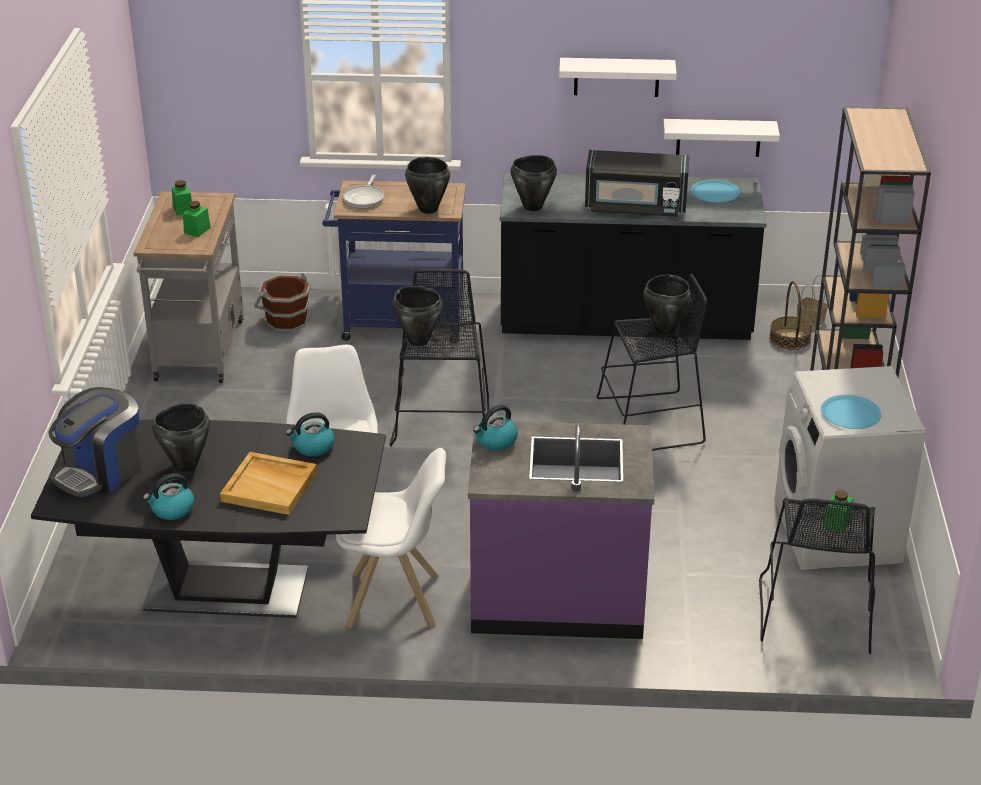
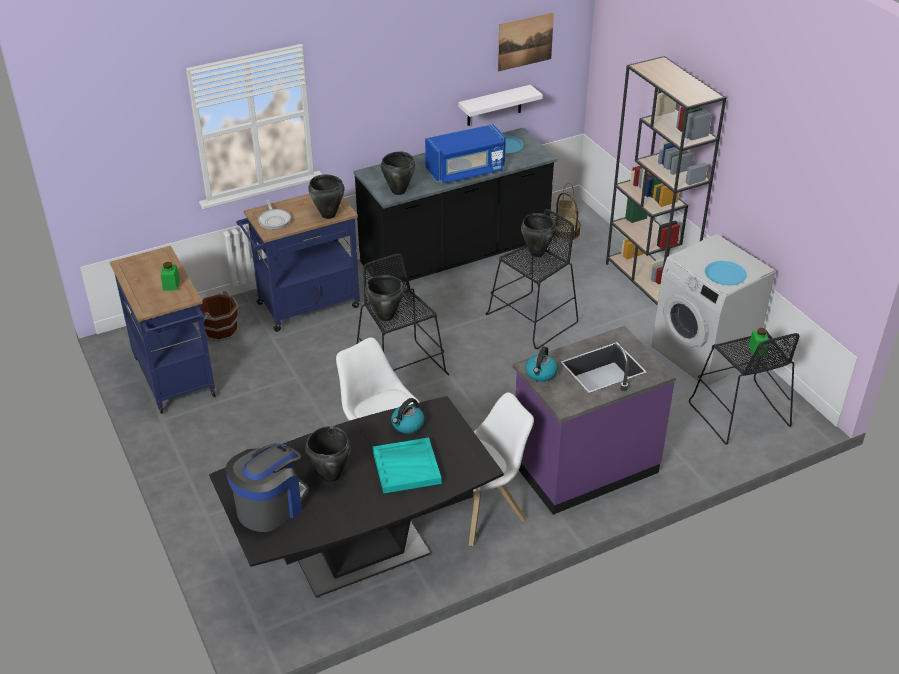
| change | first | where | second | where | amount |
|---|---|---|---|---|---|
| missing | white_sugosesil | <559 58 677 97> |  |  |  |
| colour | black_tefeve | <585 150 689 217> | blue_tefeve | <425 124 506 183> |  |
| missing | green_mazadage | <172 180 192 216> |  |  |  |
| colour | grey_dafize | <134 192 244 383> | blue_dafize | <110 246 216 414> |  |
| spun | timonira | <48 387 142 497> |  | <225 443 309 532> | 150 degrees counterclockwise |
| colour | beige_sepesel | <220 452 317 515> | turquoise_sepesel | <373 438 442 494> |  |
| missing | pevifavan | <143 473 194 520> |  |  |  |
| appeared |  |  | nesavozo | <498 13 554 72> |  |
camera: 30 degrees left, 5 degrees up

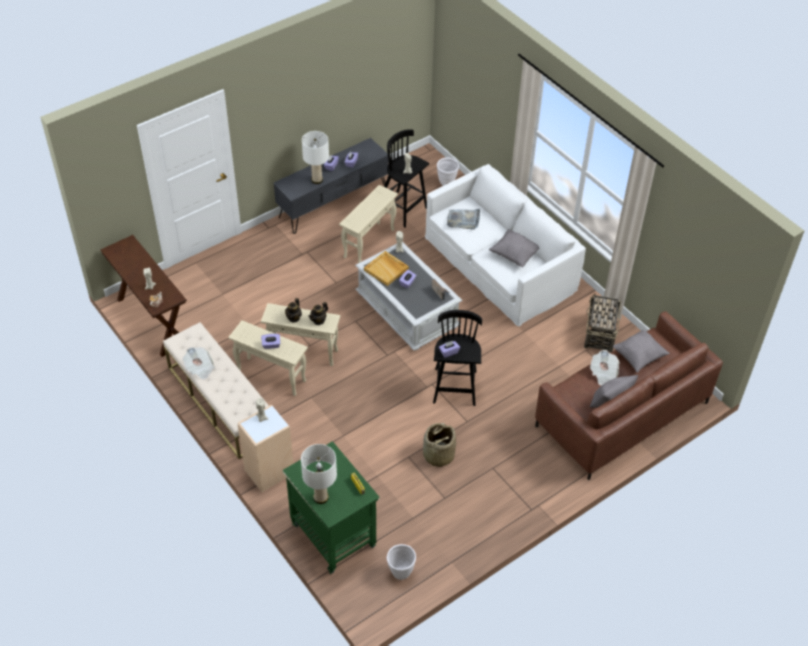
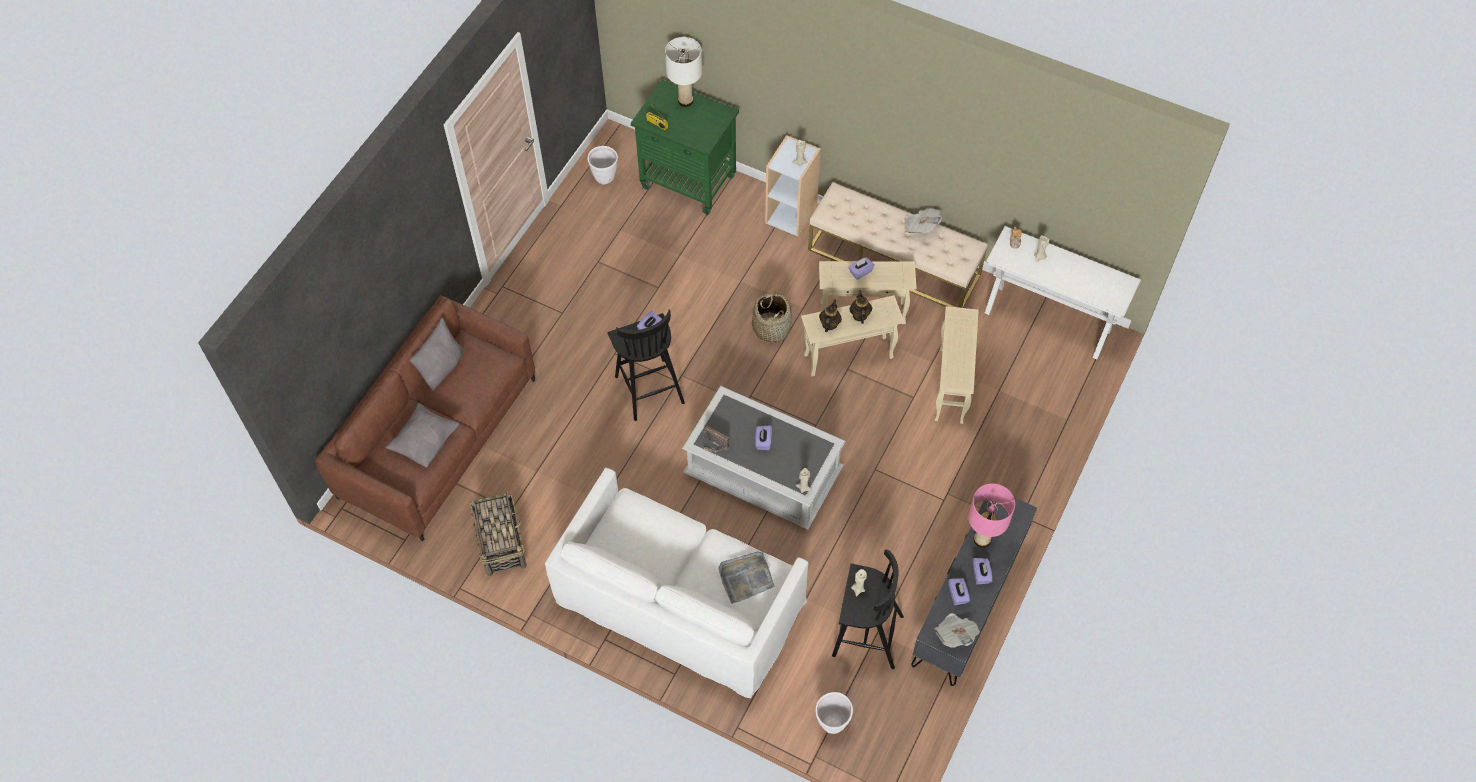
| change | first | where | second | where | amount |
|---|---|---|---|---|---|
| colour | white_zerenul | <302 131 329 184> | pink_zerenul | <968 483 1015 548> |  |
| relocated | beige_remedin | <339 185 398 263> |  | <935 306 979 424> |  |
| missing | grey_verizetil | <489 229 539 268> |  |  |  |
| colour | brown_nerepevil | <100 235 187 357> | white_nerepevil | <985 226 1141 359> |  |
| missing | beige_sepesel | <364 251 409 286> |  |  |  |
| relocated | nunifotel | <590 350 620 386> |  | <934 613 980 648> |  |
| relocated | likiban | <423 423 456 467> |  | <752 293 792 344> |  |
camera: 155 degrees right, 10 degrees up

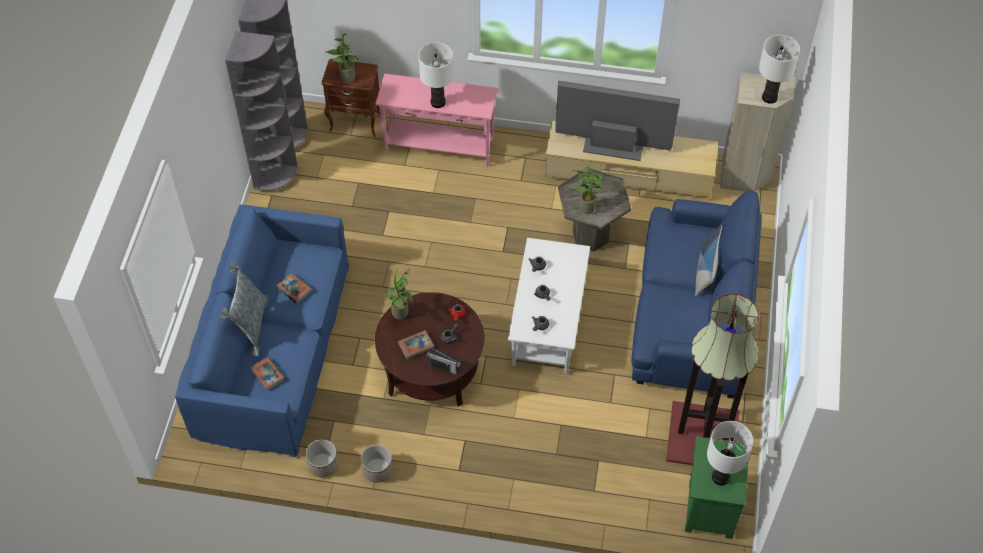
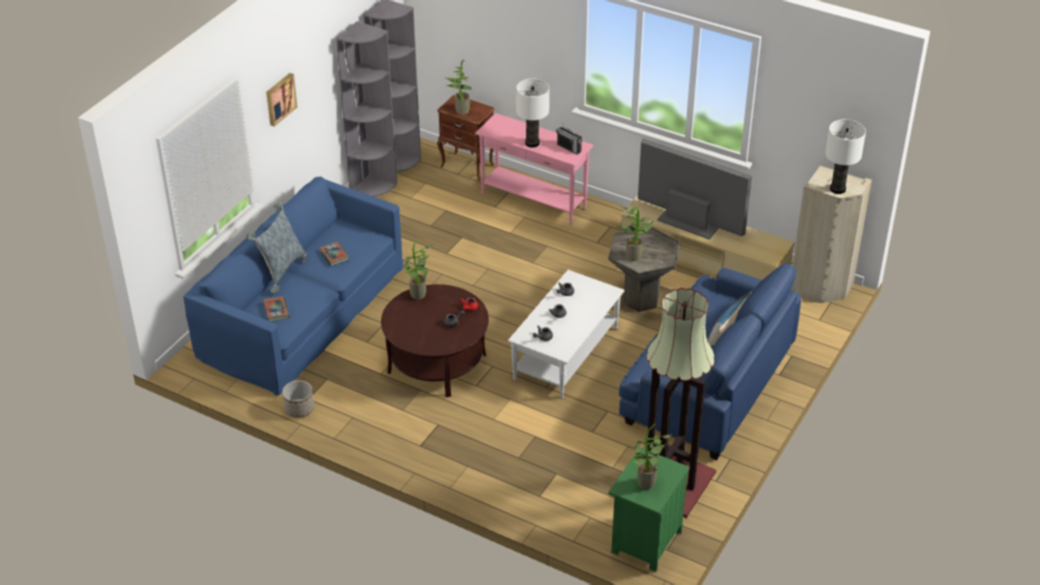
| change | first | where | second | where | amount |
|---|---|---|---|---|---|
| missing | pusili | <398 330 434 359> |  |  |  |
| relocated | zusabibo | <426 348 461 375> |  | <556 122 582 154> |  |
| exchanged | white_zerenul | <707 421 753 485> | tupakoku | <634 424 672 489> |  |
| missing | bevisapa | <361 445 393 483> |  |  |  |
| appeared |  |  | nesavozo | <266 73 297 127> |  |
camera: 20 degrees right, 15 degrees down

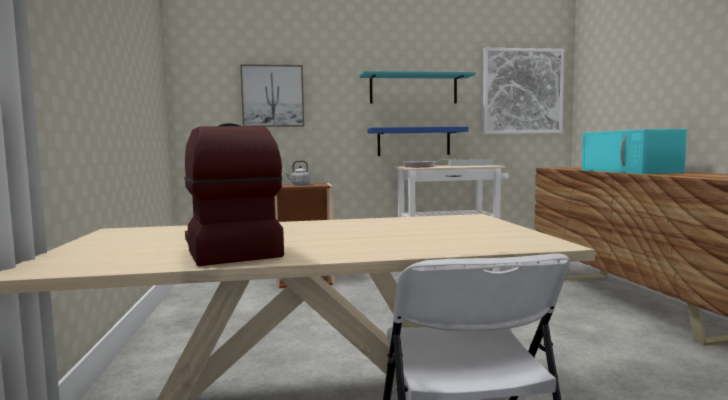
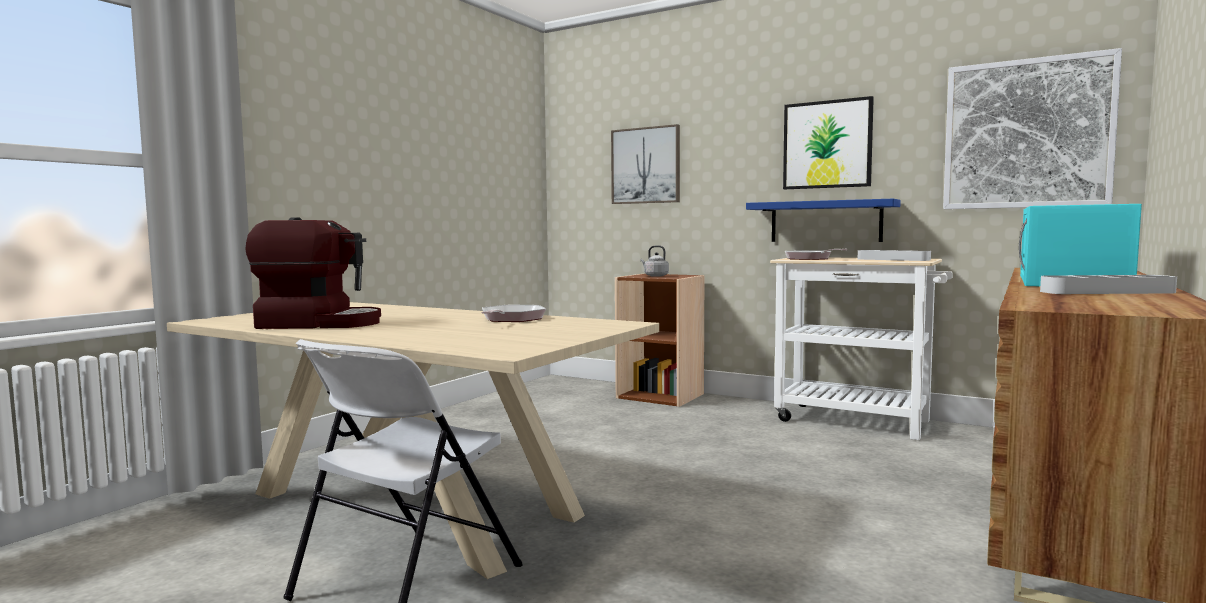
| change | first | where | second | where | amount |
|---|---|---|---|---|---|
| exchanged | turquoise_sugosesil | <359 71 476 104> | nesavozo | <783 96 874 189> |  |
| spun | timonira | <184 123 284 266> |  | <245 217 381 329> | 75 degrees clockwise |
| appeared |  |  | grey_sepesel | <1040 275 1177 294> |  |
| appeared |  |  | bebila | <481 305 546 322> |  |
camera: 40 degrees right, 0 degrees up

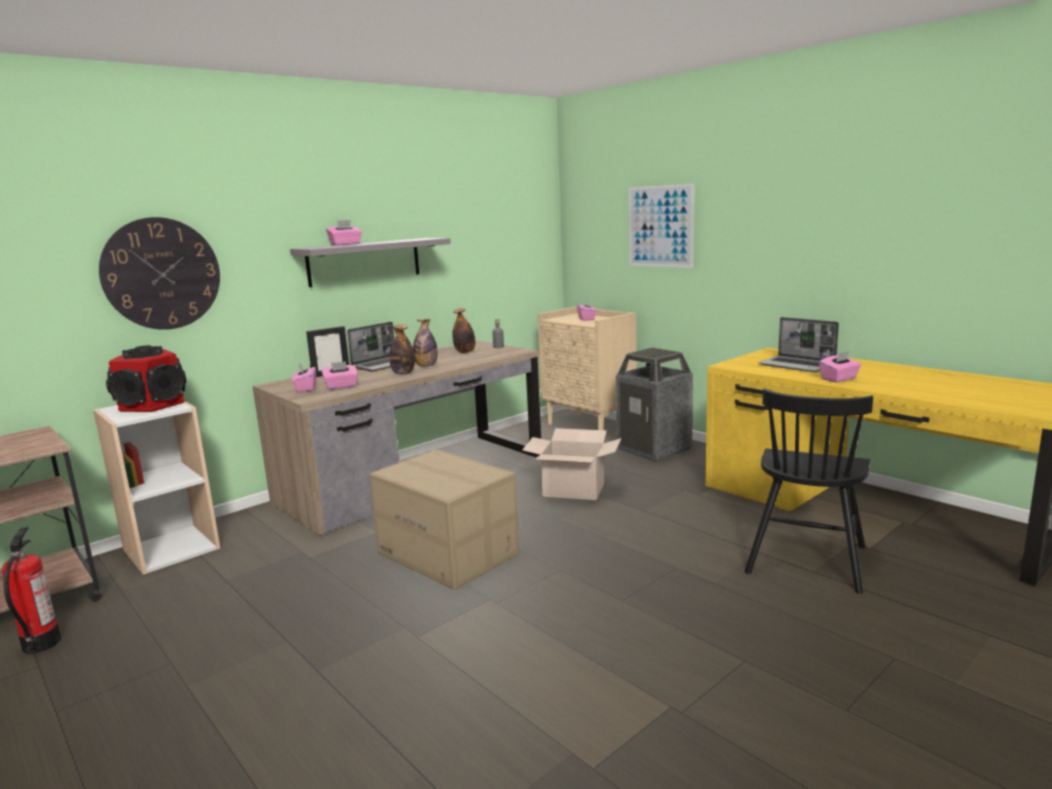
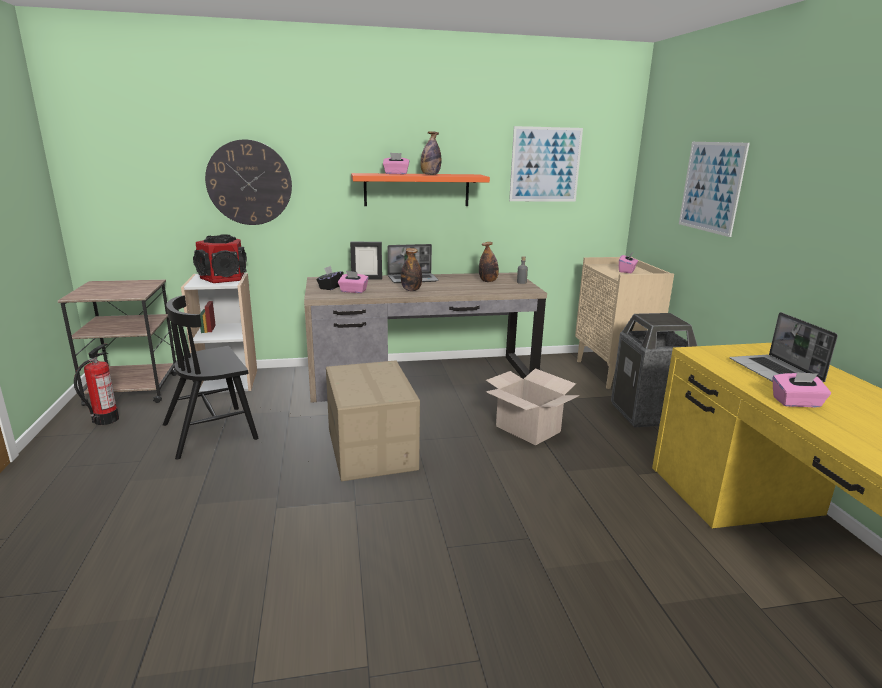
| change | first | where | second | where | amount |
|---|---|---|---|---|---|
| colour | grey_sugosesil | <290 238 451 287> | orange_sugosesil | <351 173 490 206> |  |
| relocated | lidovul | <413 319 438 367> |  | <420 131 441 175> |  |
| colour | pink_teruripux | <292 363 316 392> | black_teruripux | <317 266 344 290> |  |
| relocated | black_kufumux | <744 388 873 594> |  | <163 295 258 460> |  |
| appeared |  |  | nesavozo | <509 126 583 201> |  |
camera: 30 degrees right, 5 degrees up

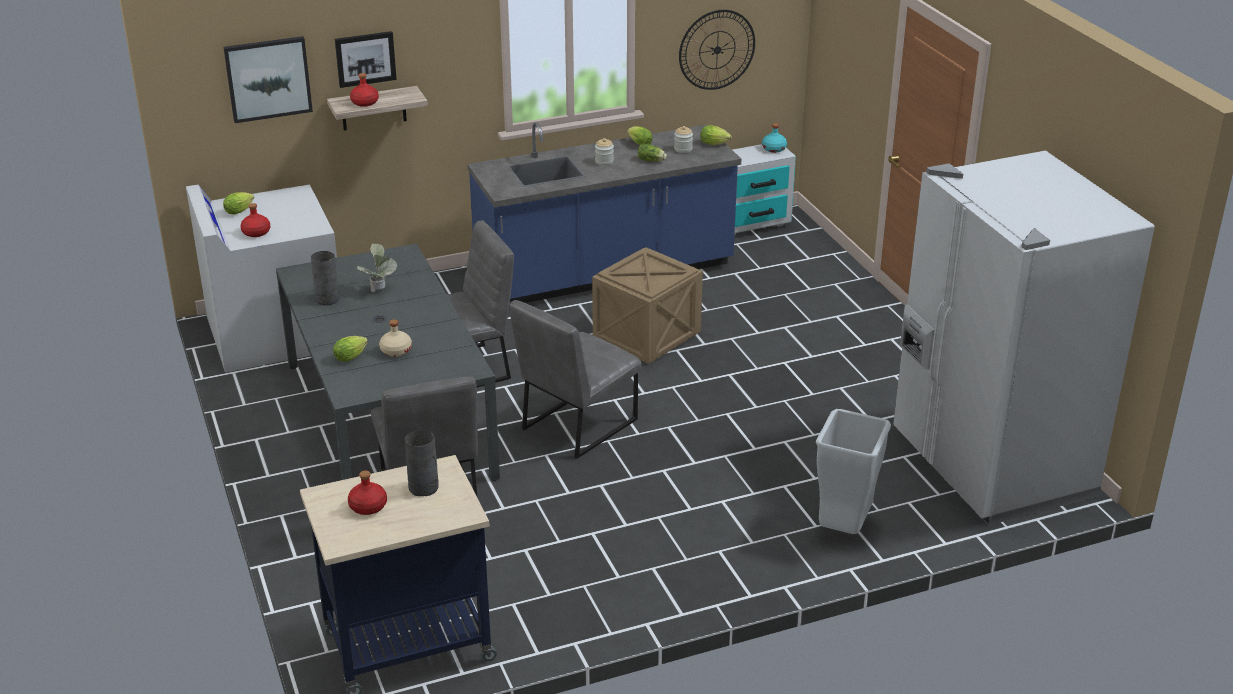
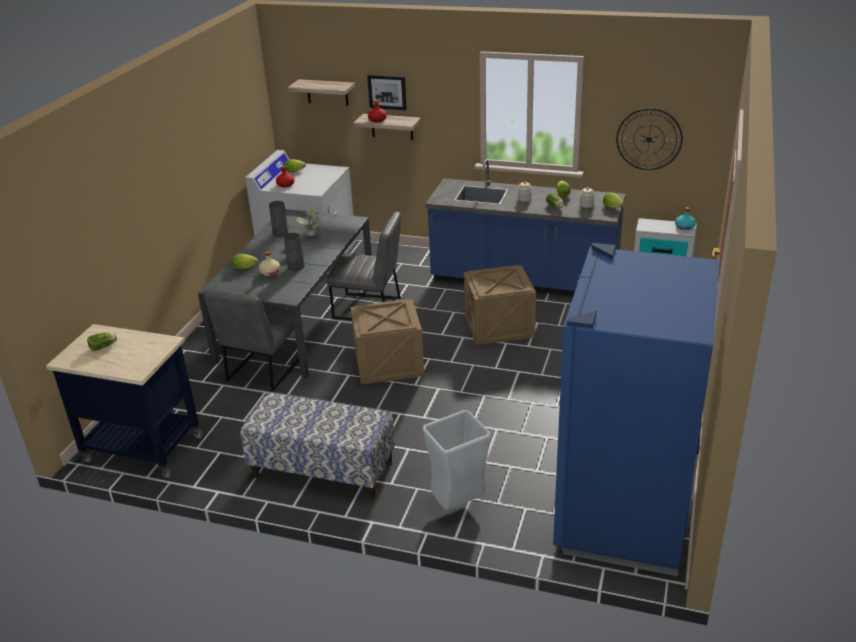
| change | first | where | second | where | amount |
|---|---|---|---|---|---|
| exchanged | nesavozo | <223 36 313 123> | sugosesil | <287 79 355 106> |  |
| colour | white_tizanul | <893 151 1155 525> | blue_tizanul | <553 243 720 576> |  |
| exchanged | grey_kufumux | <509 300 642 459> | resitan | <351 299 424 384> |  |
| relocated | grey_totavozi | <405 430 439 496> |  | <284 233 304 271> |  |
| exchanged | red_lidovul | <348 470 387 515> | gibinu | <87 332 117 351> |  |
| appeared |  |  | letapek | <240 392 395 500> |  |
camera: 40 degrees right, 0 degrees up

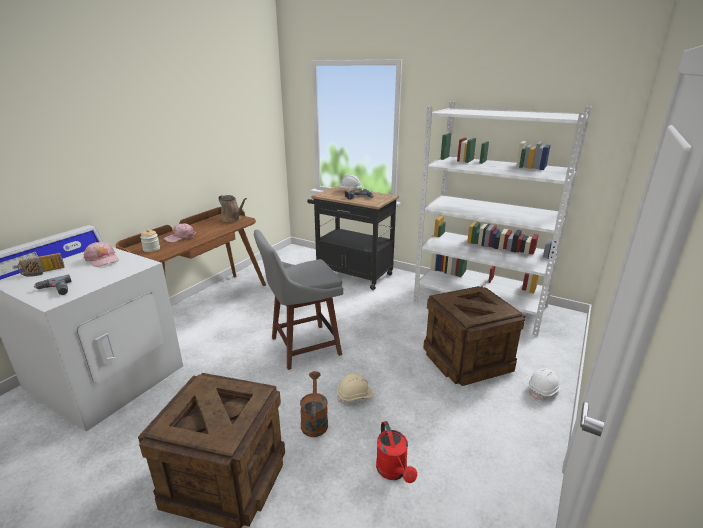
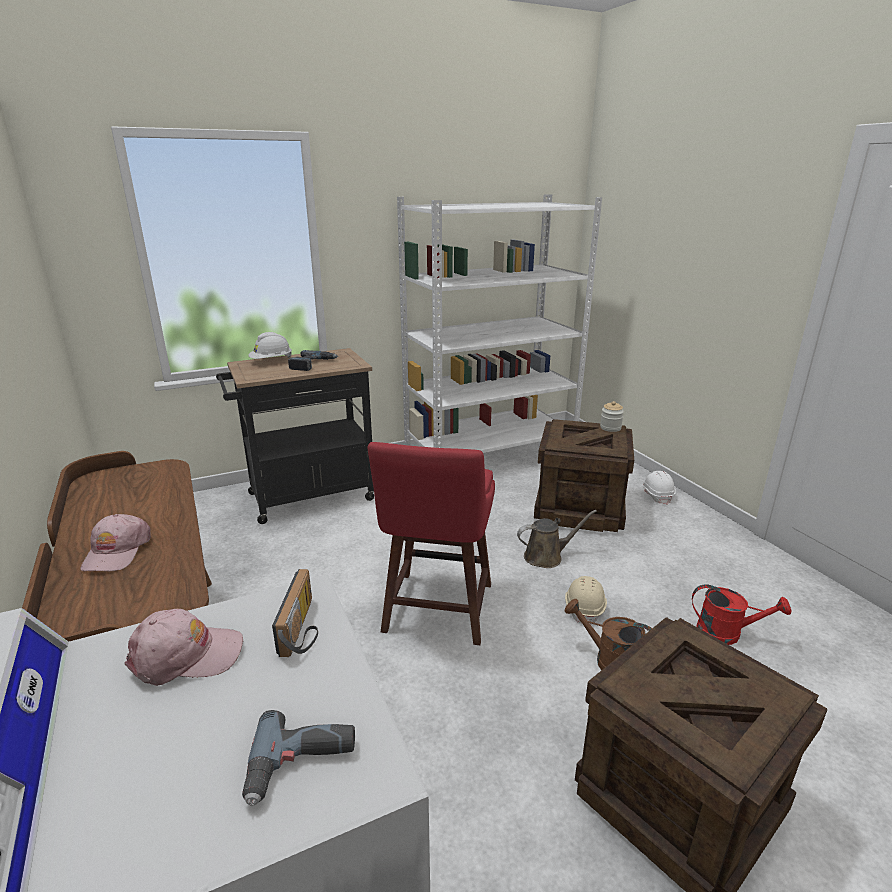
| change | first | where | second | where | amount |
|---|---|---|---|---|---|
| relocated | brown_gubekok | <219 195 247 222> |  | <517 510 597 568> |  |
| relocated | mazadage | <140 229 160 252> |  | <600 401 624 432> |  |
| colour | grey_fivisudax | <254 230 343 370> | red_fivisudax | <368 442 495 645> |  |
| relocated | zusabibo | <18 253 65 277> |  | <272 569 318 657> |  |
camera: 55 degrees left, 0 degrees up

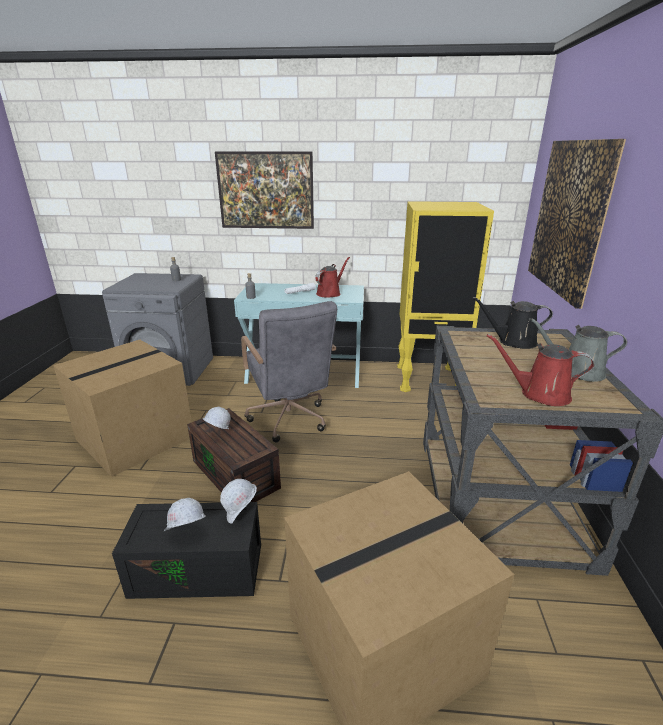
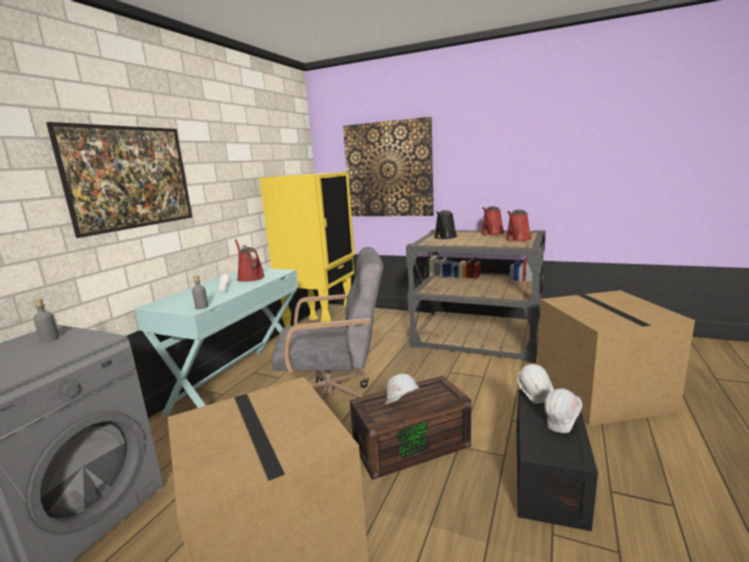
| change | first | where | second | where | amount |
|---|---|---|---|---|---|
| colour | grey_gubekok | <529 318 627 382> | red_gubekok | <481 206 504 235> |  |
camera: 70 degrees left, 10 degrees down

